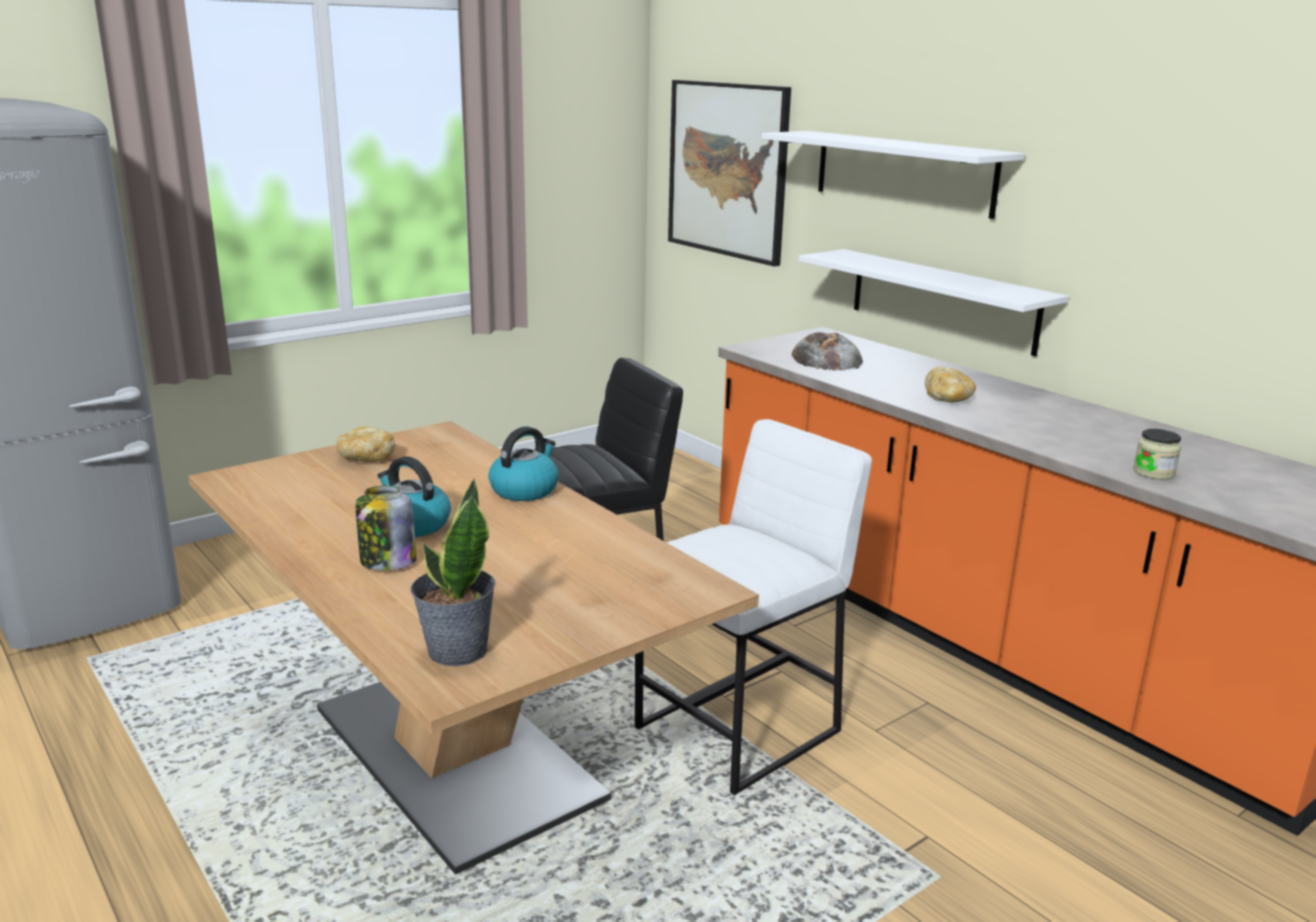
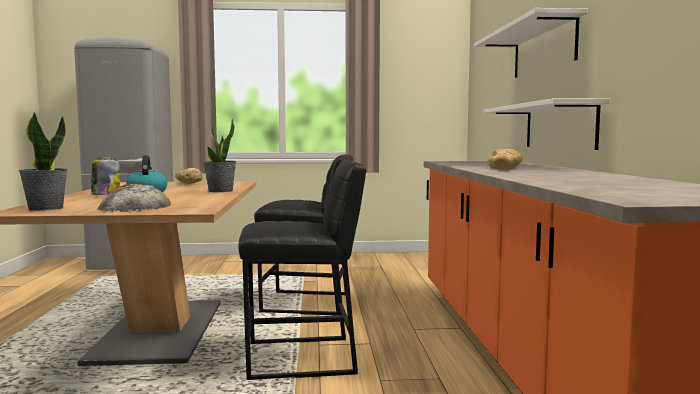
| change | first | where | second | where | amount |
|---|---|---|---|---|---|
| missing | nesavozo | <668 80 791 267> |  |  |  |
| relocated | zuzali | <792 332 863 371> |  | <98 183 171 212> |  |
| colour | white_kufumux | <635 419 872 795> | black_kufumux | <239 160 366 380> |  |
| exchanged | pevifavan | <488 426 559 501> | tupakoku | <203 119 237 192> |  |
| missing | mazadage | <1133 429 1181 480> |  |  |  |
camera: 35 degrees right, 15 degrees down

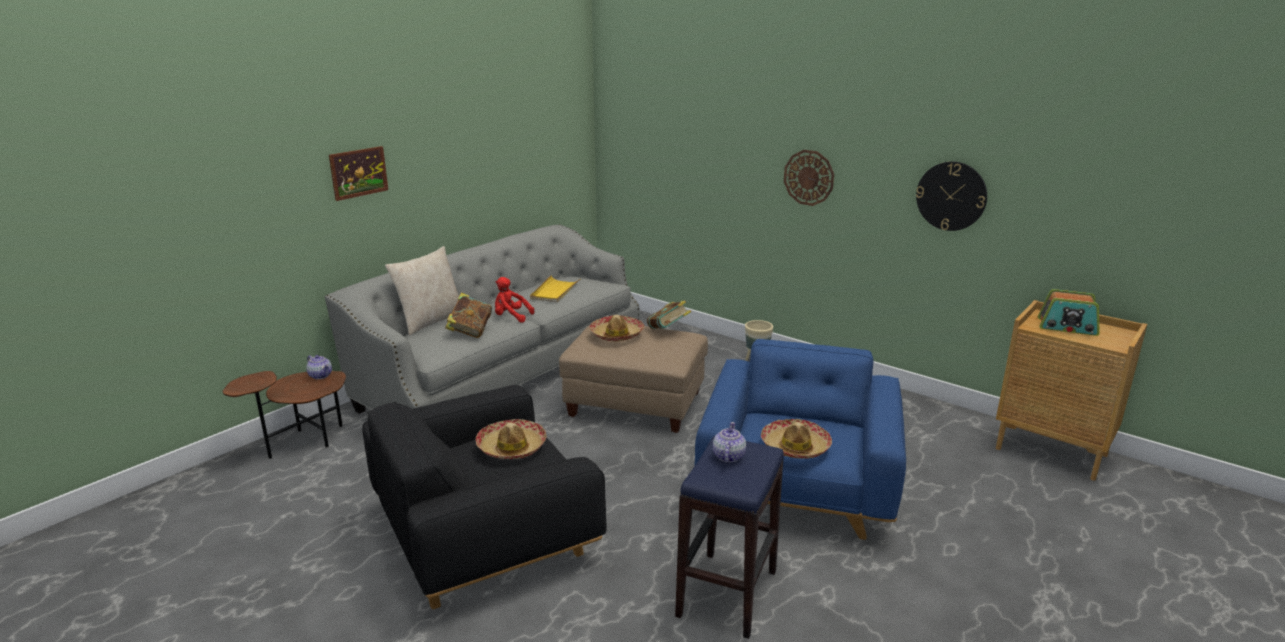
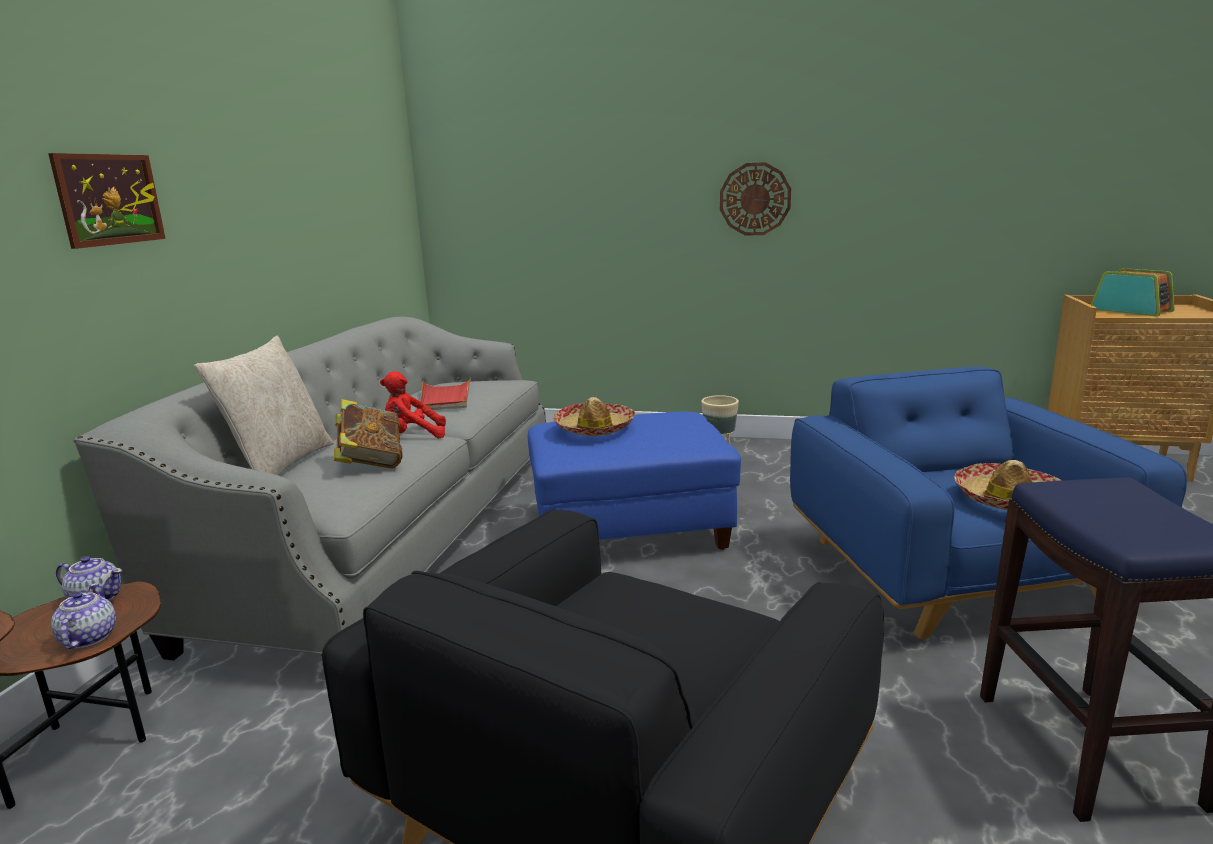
| change | first | where | second | where | amount |
|---|---|---|---|---|---|
| missing | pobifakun | <916 161 987 231> |  |  |  |
| colour | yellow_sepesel | <530 275 581 302> | red_sepesel | <420 377 471 410> |  |
| spun | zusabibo | <1038 289 1100 336> |  | <1091 268 1174 316> | 120 degrees counterclockwise |
| missing | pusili | <647 300 691 329> |  |  |  |
| colour | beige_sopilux | <559 324 708 433> | blue_sopilux | <528 411 741 550> |  |
| missing | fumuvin | <476 419 547 459> |  |  |  |
| relocated | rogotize | <713 422 746 463> |  | <51 583 116 649> |  |
camera: 25 degrees left, 5 degrees down

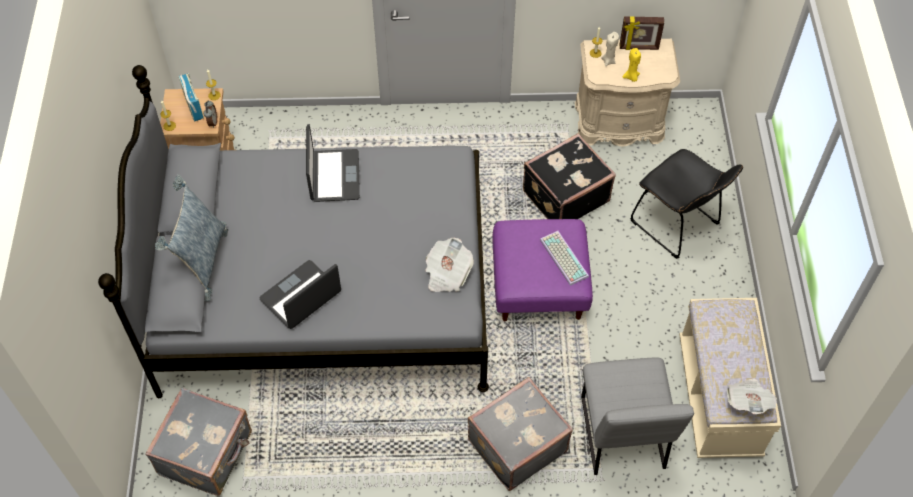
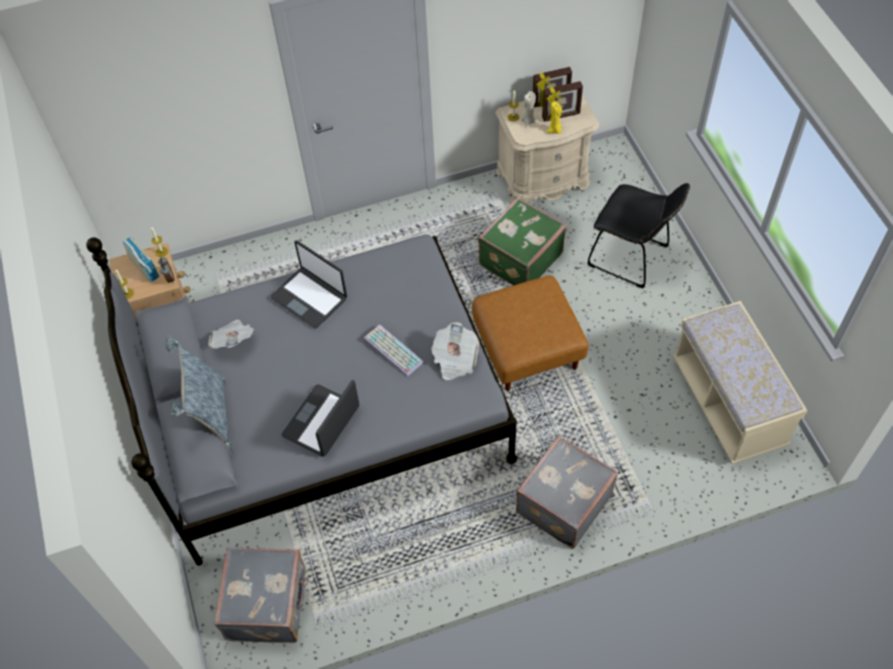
| change | first | where | second | where | amount |
|---|---|---|---|---|---|
| spun | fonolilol | <306 124 360 202> |  | <271 240 347 329> | 150 degrees clockwise |
| colour | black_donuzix | <523 134 616 219> | green_donuzix | <478 197 566 286> |  |
| colour | purple_sopilux | <493 219 593 321> | brown_sopilux | <472 276 589 391> |  |
| relocated | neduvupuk | <540 231 589 286> |  | <364 324 424 377> |  |
| missing | grey_kufumux | <581 358 694 475> |  |  |  |
| relocated | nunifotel | <727 378 777 414> |  | <208 320 254 349> |  |
| appeared |  |  | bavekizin | <542 81 583 122> |  |
camera: 15 degrees left, 0 degrees up

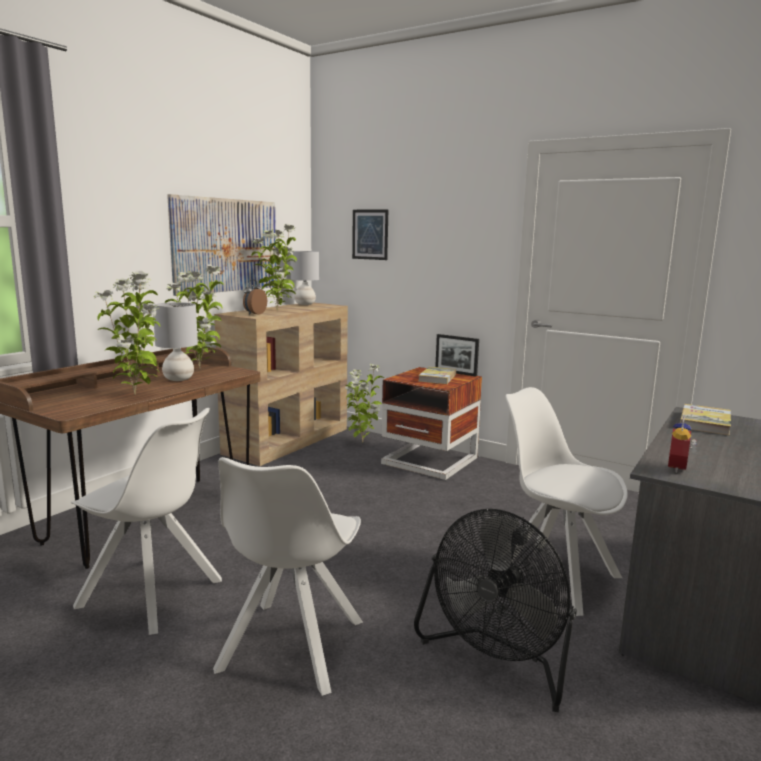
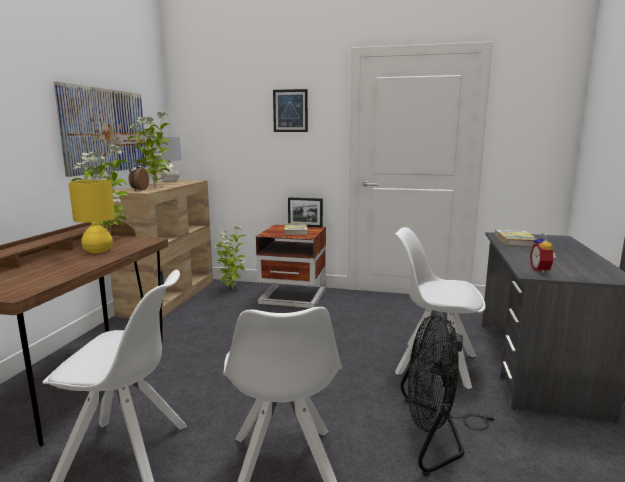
| change | first | where | second | where | amount |
|---|---|---|---|---|---|
| relocated | nesavozo | <352 210 388 260> |  | <273 89 308 132> |  |
| missing | tupakoku | <93 271 160 395> |  |  |  |
| colour | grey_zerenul | <153 302 198 381> | yellow_zerenul | <69 180 115 253> |  |
| spun | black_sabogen | <414 509 577 712> |  | <401 315 496 477> | 75 degrees clockwise |
camera: 20 degrees left, 0 degrees up

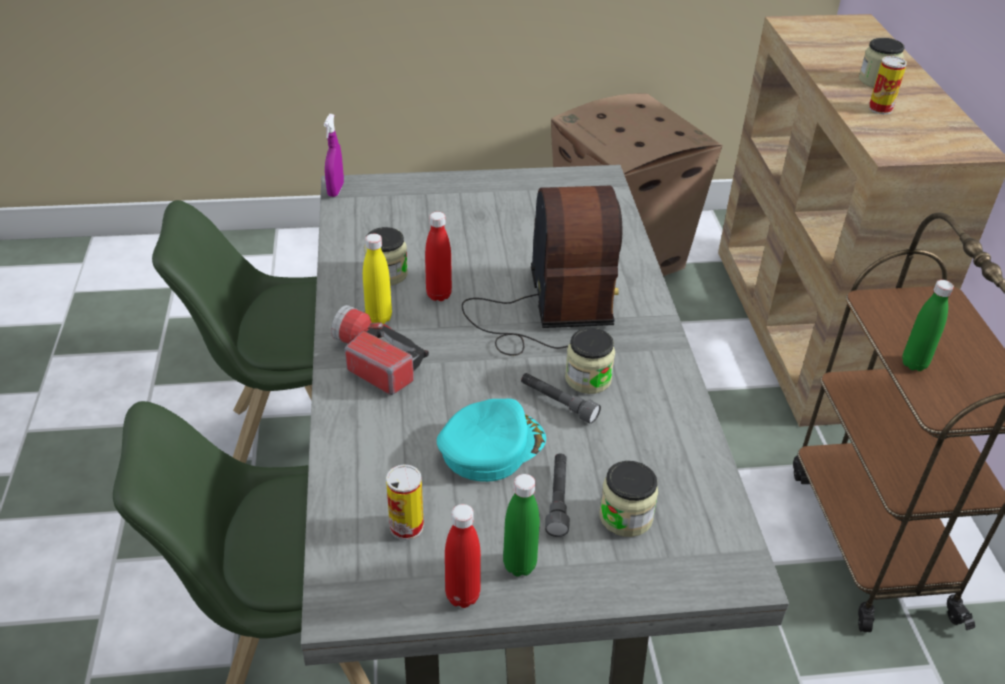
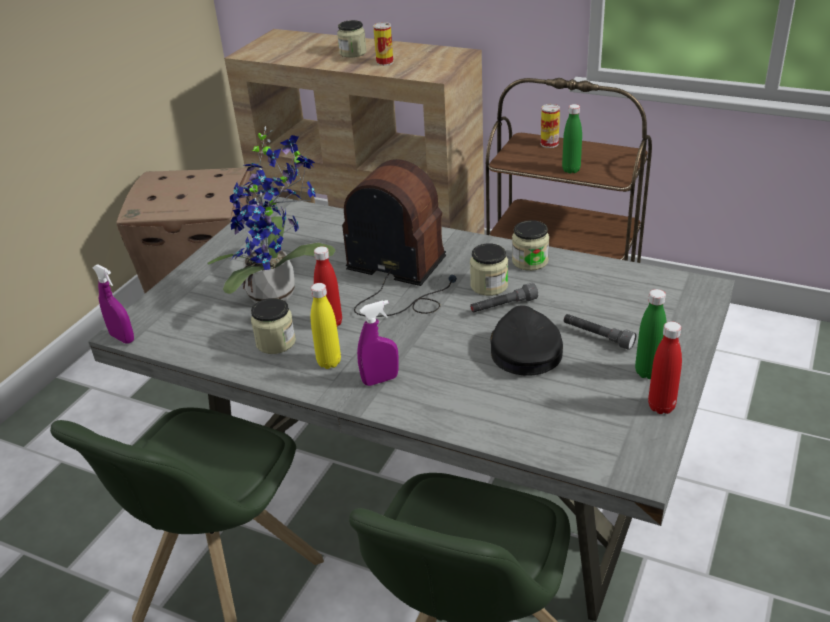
| change | first | where | second | where | amount |
|---|---|---|---|---|---|
| exchanged | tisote | <331 305 429 395> | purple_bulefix | <357 300 399 386> |  |
| colour | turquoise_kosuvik | <437 399 546 482> | black_kosuvik | <490 305 563 376> |  |
| relocated | mazadage | <599 461 658 537> |  | <512 220 549 271> |  |
| relocated | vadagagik | <386 464 424 540> |  | <541 104 560 148> |  |
| appeared |  |  | tupakoku | <207 126 335 303> |  |
camera: 55 degrees left, 5 degrees down

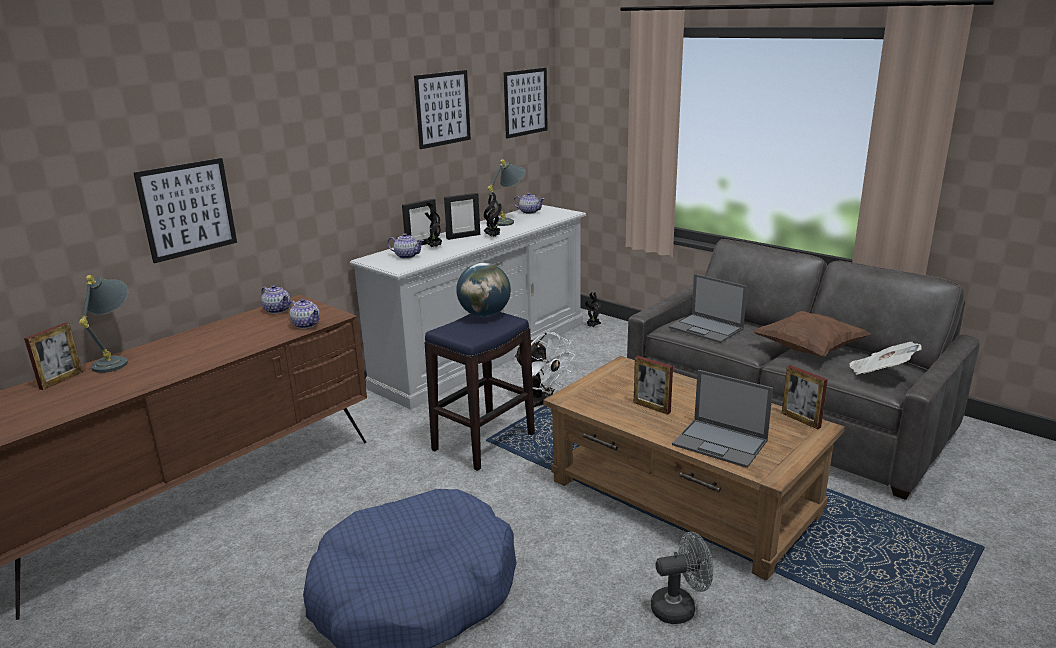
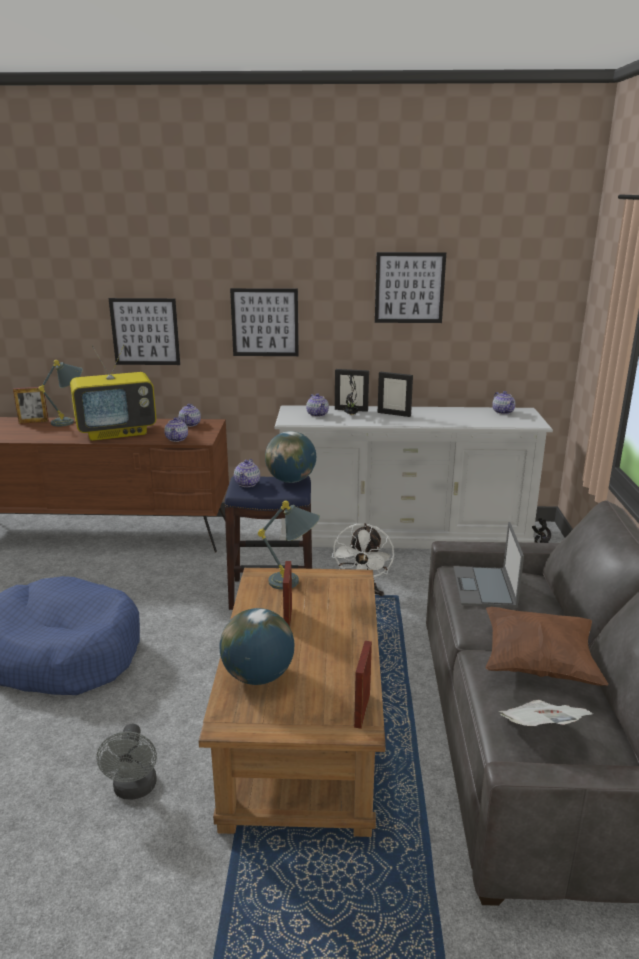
| change | first | where | second | where | amount |
|---|---|---|---|---|---|
| relocated | nesavozo | <504 68 548 139> |  | <230 288 299 356> |  |
| relocated | grey_zerenul | <488 159 525 226> |  | <258 500 320 590> |  |
| missing | tupakoku | <484 193 502 237> |  |  |  |
| exchanged | fonolilol | <672 370 773 468> | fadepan | <219 608 294 685> |  |
| spun | grey_sabogen | <651 532 713 624> |  | <97 724 157 799> | 45 degrees clockwise |
| appeared |  |  | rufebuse | <70 344 156 441> |  |
| appeared |  |  | rogotize | <234 459 260 487> |  |
camera: 50 degrees right, 0 degrees up

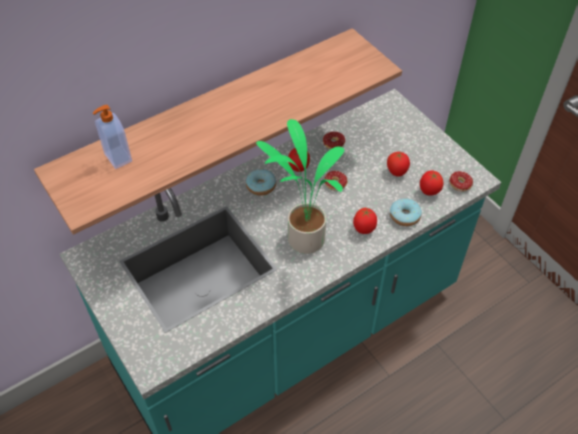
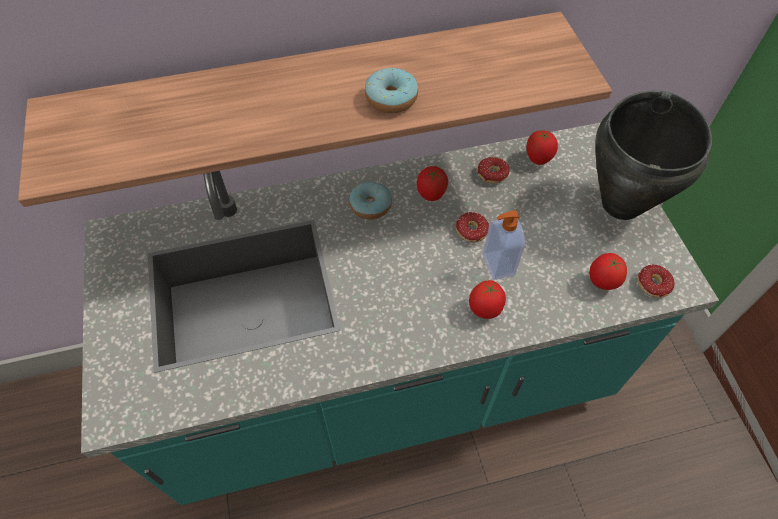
| change | first | where | second | where | amount |
|---|---|---|---|---|---|
| relocated | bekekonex | <93 105 132 169> |  | <483 210 525 280> |  |
| missing | tupakoku | <256 119 344 254> |  |  |  |
| relocated | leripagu | <387 152 410 177> |  | <527 130 558 165> |  |
| relocated | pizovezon | <390 198 422 226> |  | <365 67 418 113> |  |
| appeared |  |  | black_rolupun | <595 91 712 220> |  |
camera: 20 degrees right, 5 degrees up

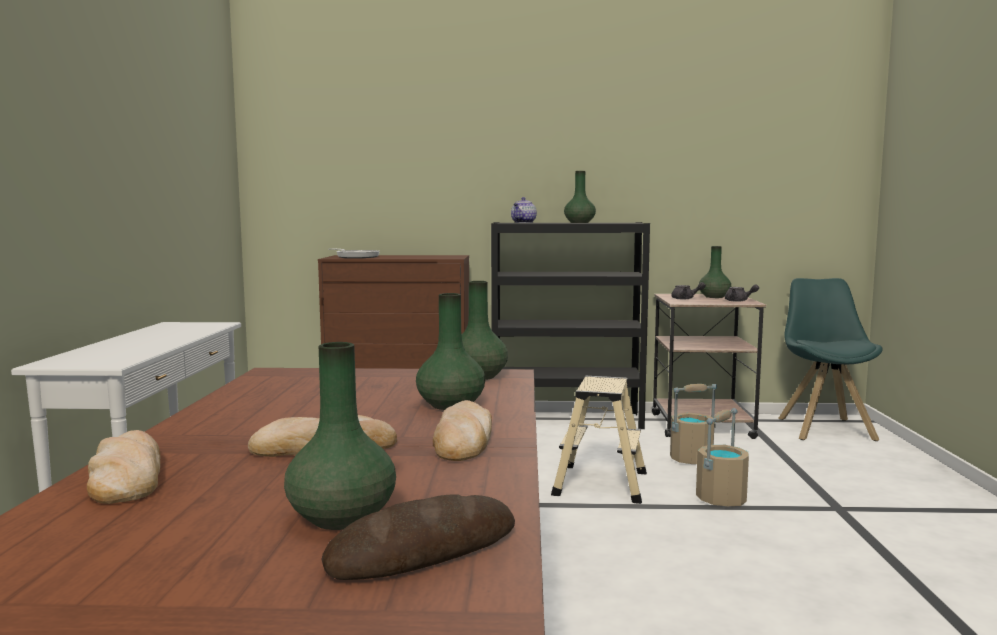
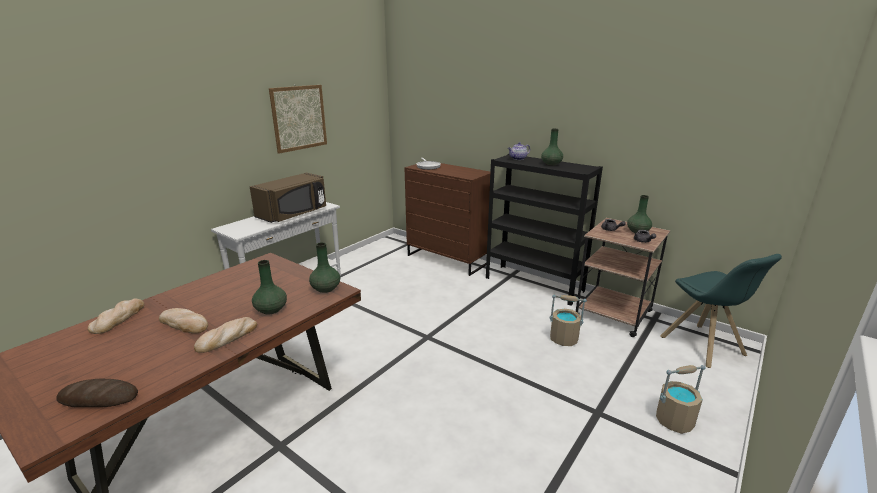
| change | first | where | second | where | amount |
|---|---|---|---|---|---|
| spun | turquoise_kufumux | <778 278 883 441> |  | <660 254 782 368> | 120 degrees clockwise |
| missing | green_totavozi | <284 342 396 530> |  |  |  |
| missing | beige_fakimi | <551 376 647 504> |  |  |  |
| relocated | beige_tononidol | <696 408 749 506> |  | <656 365 706 434> |  |
| appeared |  |  | nesavozo | <269 85 327 154> |  |
| appeared |  |  | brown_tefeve | <250 173 326 223> |  |
camera: 35 degrees right, 15 degrees up

